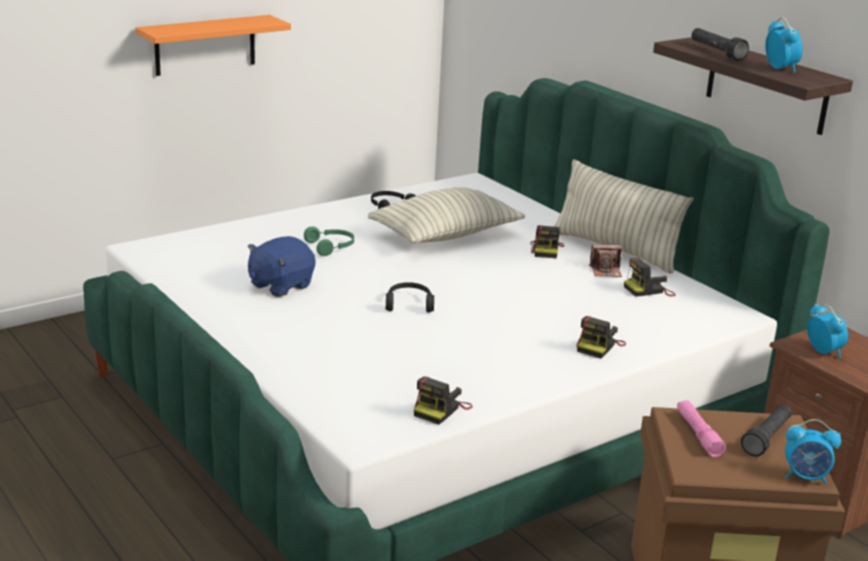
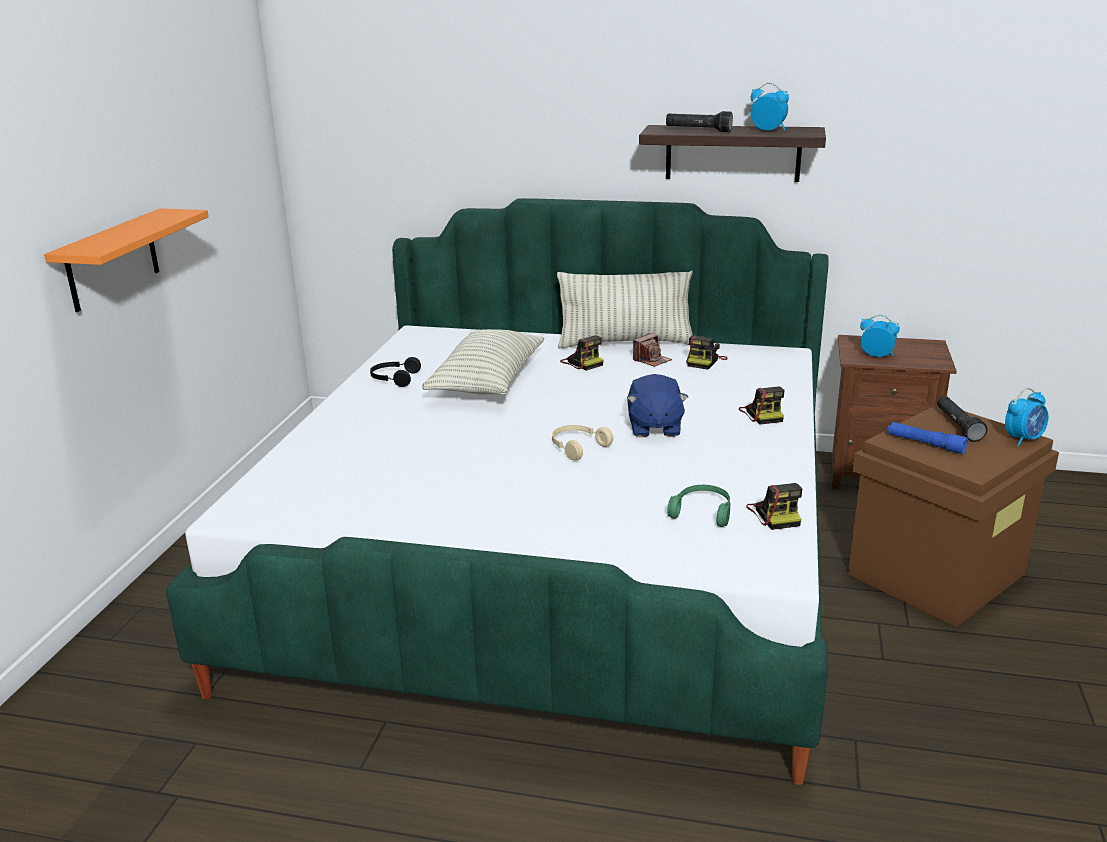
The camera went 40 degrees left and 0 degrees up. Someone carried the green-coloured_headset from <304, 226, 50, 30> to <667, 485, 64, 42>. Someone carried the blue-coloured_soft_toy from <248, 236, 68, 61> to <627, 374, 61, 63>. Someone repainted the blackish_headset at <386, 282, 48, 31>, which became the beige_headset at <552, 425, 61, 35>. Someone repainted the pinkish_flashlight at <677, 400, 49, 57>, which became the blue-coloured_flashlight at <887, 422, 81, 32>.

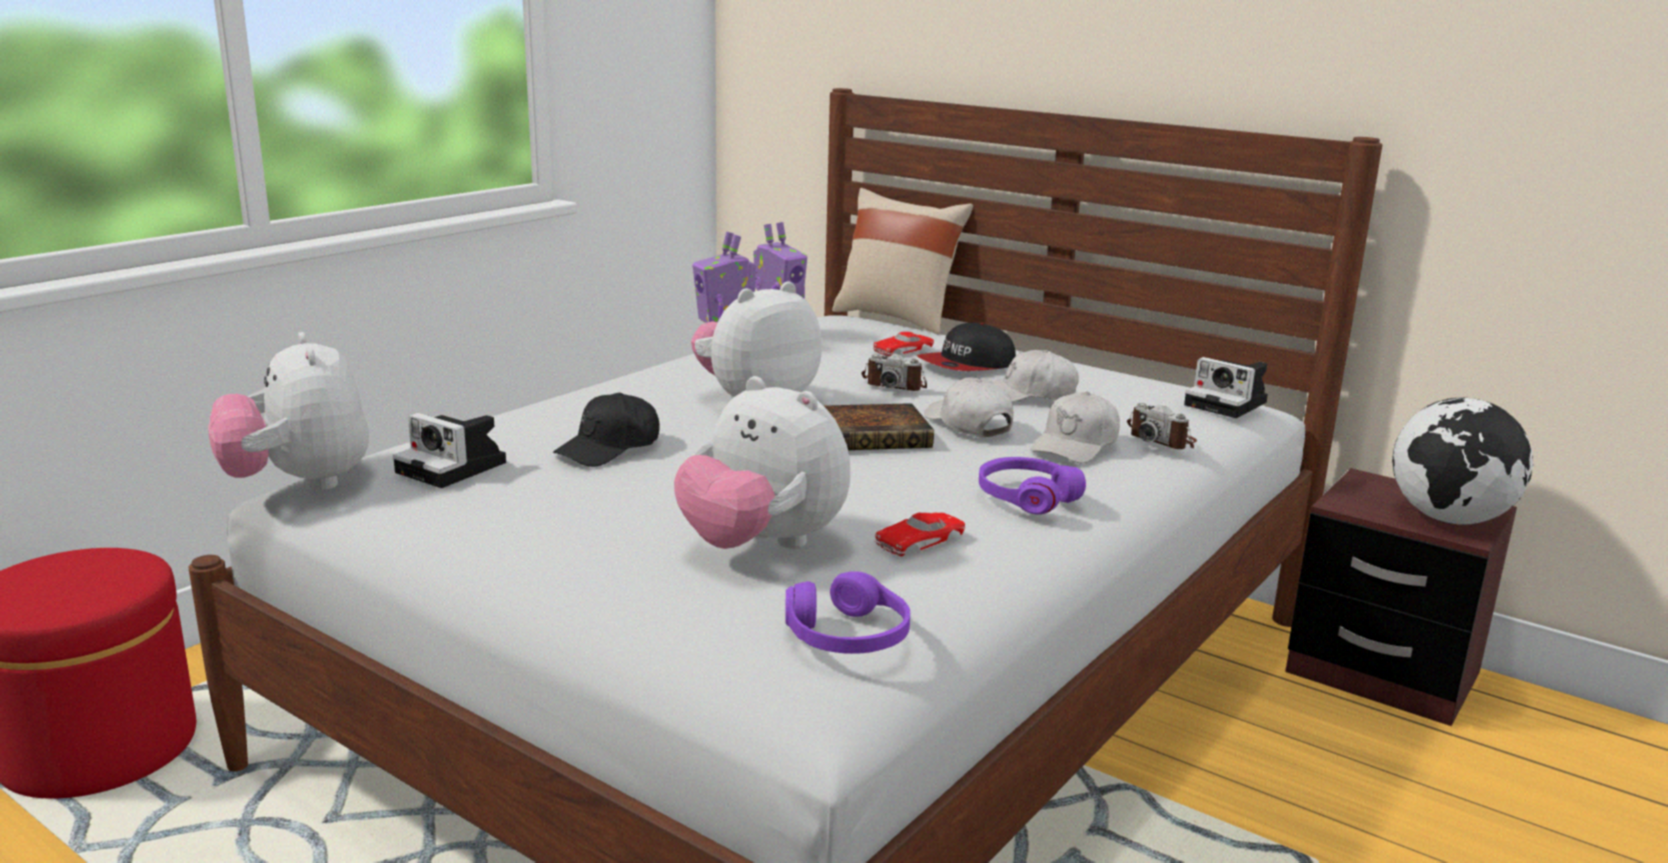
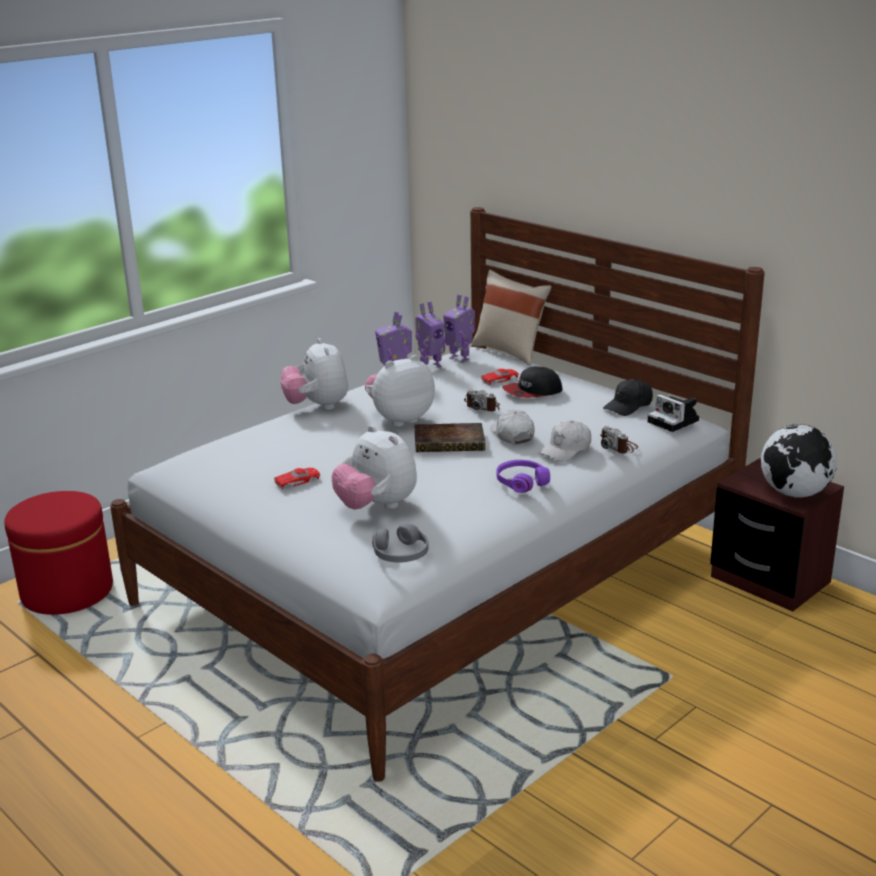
The camera went 10 degrees right and 5 degrees up. Someone carried the soft_toy from <208, 332, 161, 158> to <281, 338, 67, 72>. Someone took away the white-coloured_peaked_cap at <993, 350, 86, 52>. Someone carried the blackish_peaked_cap from <553, 393, 107, 74> to <603, 379, 50, 37>. Someone took away the photo_camera at <393, 413, 113, 75>. Someone carried the red-coloured_model_car from <875, 513, 90, 44> to <274, 468, 46, 21>. Someone repainted the purple_headset at <785, 571, 125, 83>, which became the greyish_headset at <372, 524, 57, 39>. Someone put down the toy_robot at <443, 294, 32, 69>.

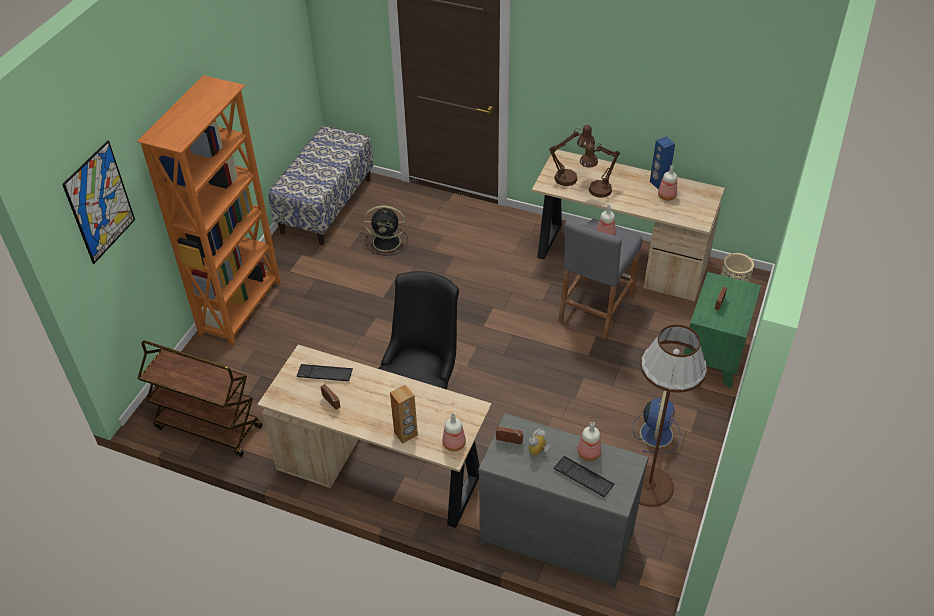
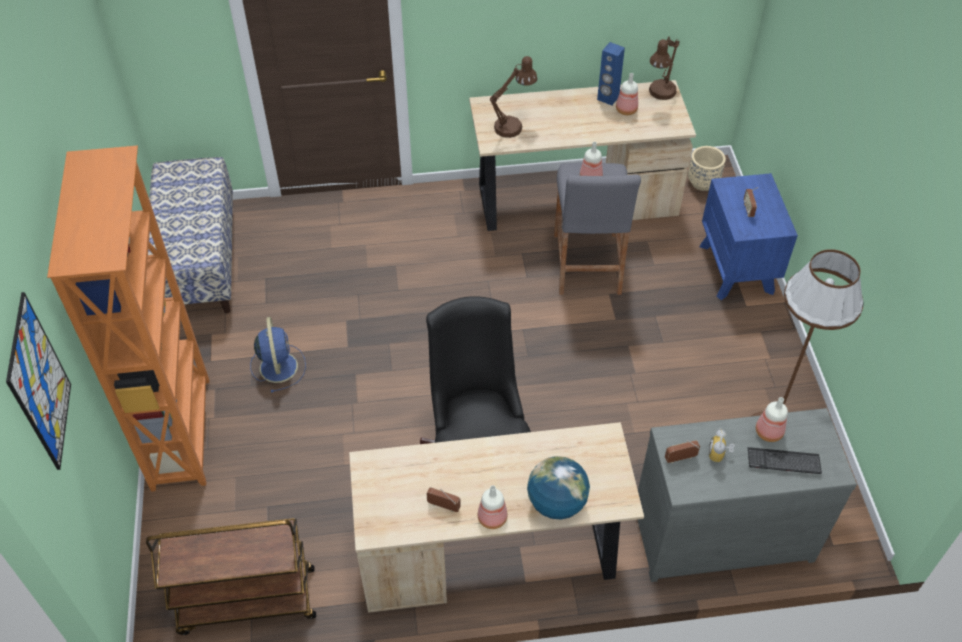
The camera went 30 degrees left and 5 degrees up. Someone carried the brown_lamp_for_a_table from <580, 143, 40, 55> to <649, 37, 31, 63>. Someone took away the blackish_electric_fan at <364, 206, 44, 50>. Someone repainted the green-coloured_night_table at <684, 272, 77, 116>, which became the blue-coloured_night_table at <700, 173, 98, 127>. Someone took away the computer_keyboard at <297, 364, 56, 18>. Someone swapped the brown_audio_speaker at <390, 385, 28, 59> for the desk_globe at <527, 456, 63, 64>. Someone carried the blue-coloured_electric_fan from <633, 391, 48, 63> to <250, 317, 56, 76>. Someone carried the drink_bottle from <442, 413, 24, 39> to <478, 485, 29, 44>.

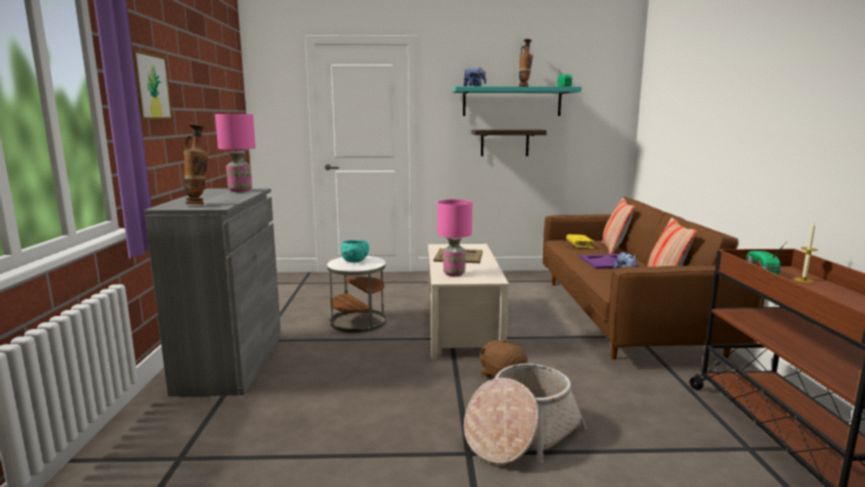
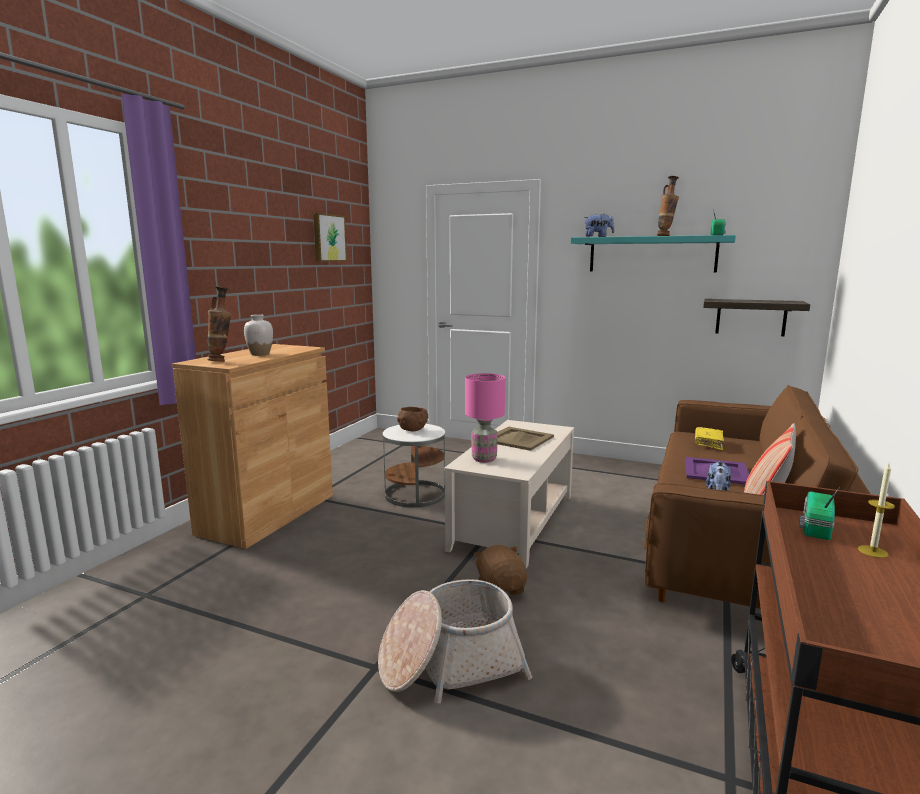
The camera went 25 degrees right and 0 degrees up. Someone carried the wall_art from <132, 50, 40, 69> to <313, 213, 34, 48>. Someone took away the pinkish_lamp_for_a_table at <215, 114, 41, 78>. Someone carried the wall_shelf from <471, 129, 76, 27> to <703, 299, 107, 37>. Someone repainted the greyish_cupboard at <144, 188, 137, 208>, which became the brown_cupboard at <172, 344, 161, 205>. Someone took away the cushion at <602, 198, 33, 57>. Someone repainted the turquoise-coloured_bowl at <341, 240, 28, 22>, which became the brown_bowl at <397, 407, 31, 24>. Someone put down the white-coloured_vase at <244, 314, 29, 42>.

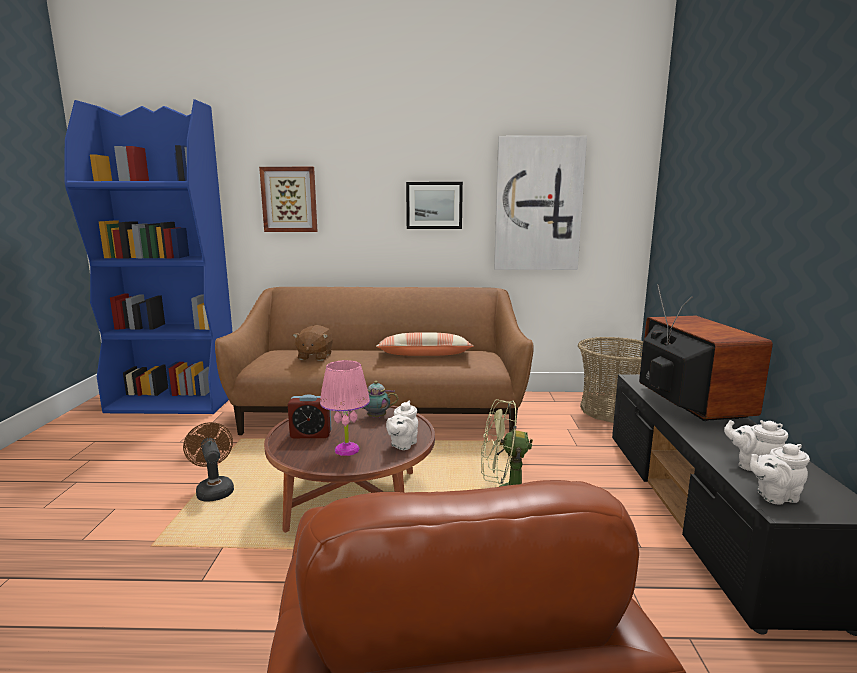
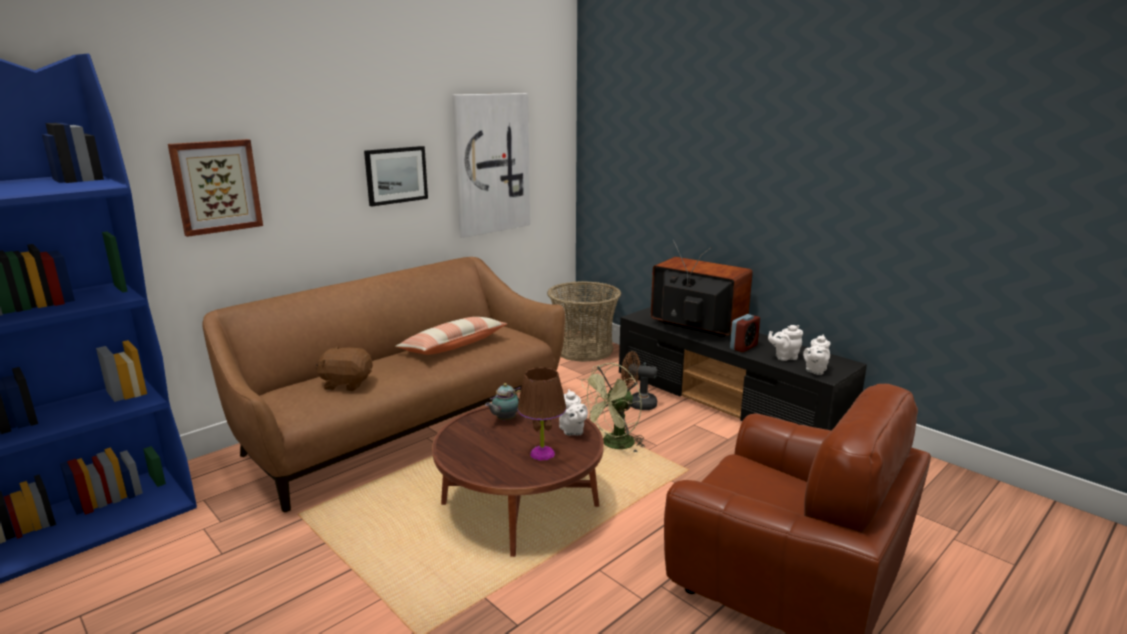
The camera went 45 degrees left and 5 degrees up. Someone rotated the brown_soft_toy at <293, 325, 40, 36> by 135 degrees clockwise. Someone repainted the pinkish_lamp_for_a_table at <320, 360, 50, 96>, which became the brown_lamp_for_a_table at <518, 367, 48, 94>. Someone carried the alarm_clock from <288, 394, 43, 44> to <730, 314, 30, 38>. Someone carried the brown_electric_fan from <183, 422, 51, 80> to <621, 351, 36, 59>.

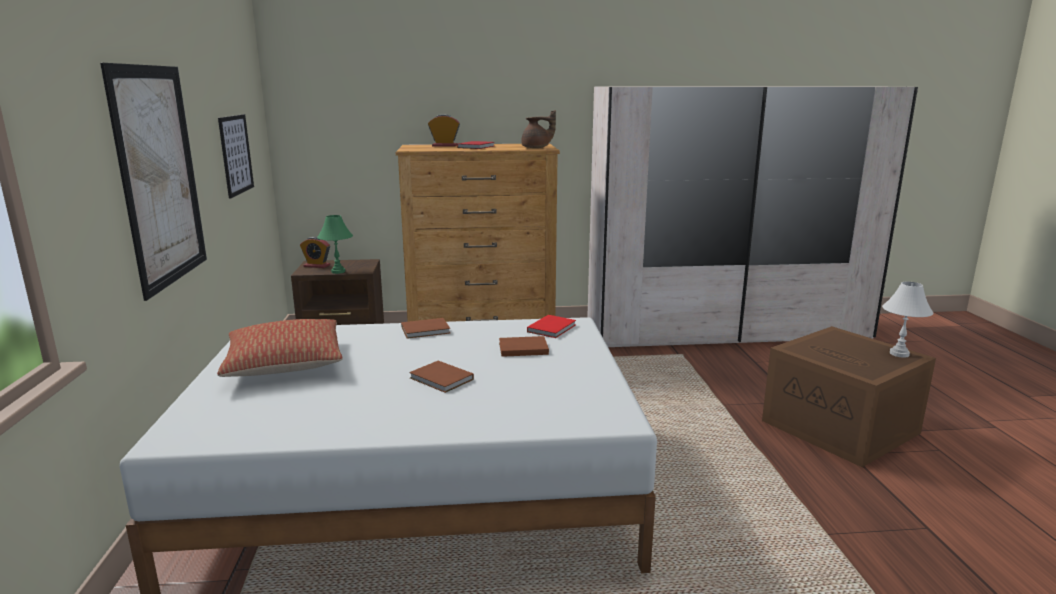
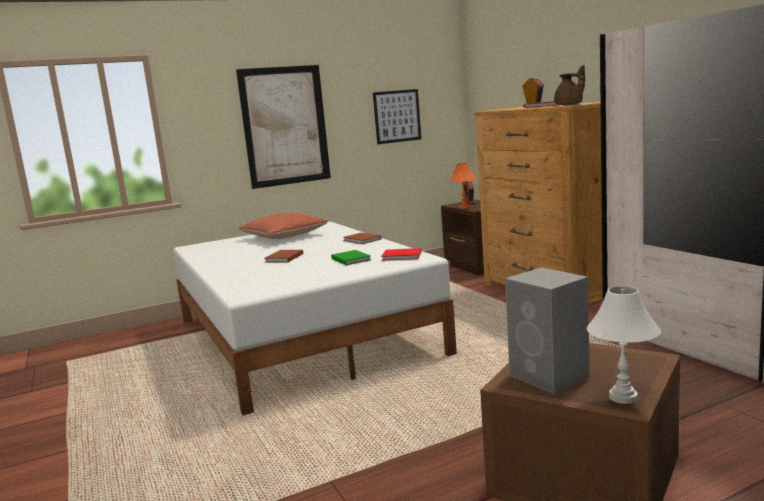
The camera went 70 degrees right and 5 degrees down. Someone repainted the green-coloured_lamp_for_a_table at <317, 215, 36, 59>, which became the orange-coloured_lamp_for_a_table at <450, 163, 26, 46>. Someone repainted the brown_bound_book at <499, 336, 50, 21>, which became the green-coloured_bound_book at <331, 250, 40, 15>. Someone put down the greyish_audio_speaker at <505, 267, 85, 127>.

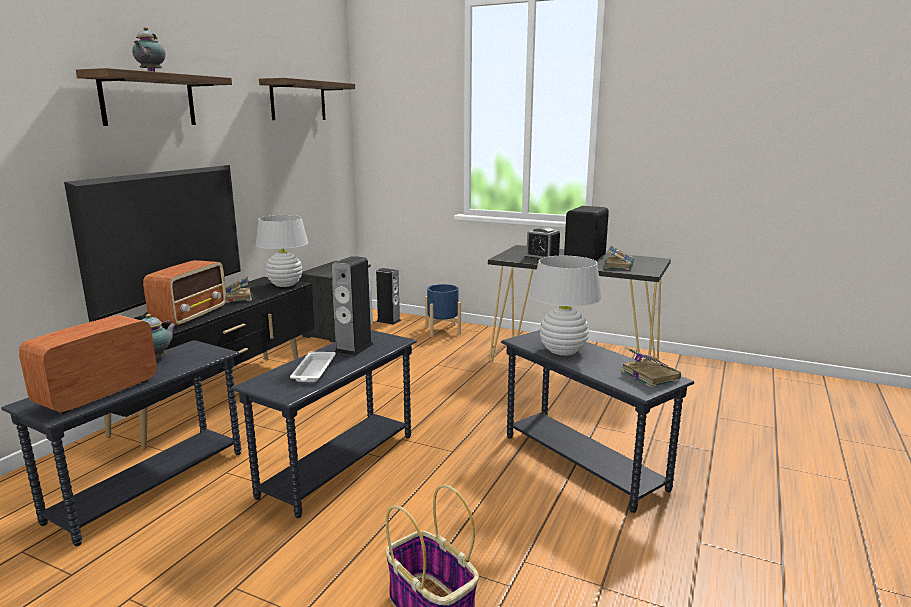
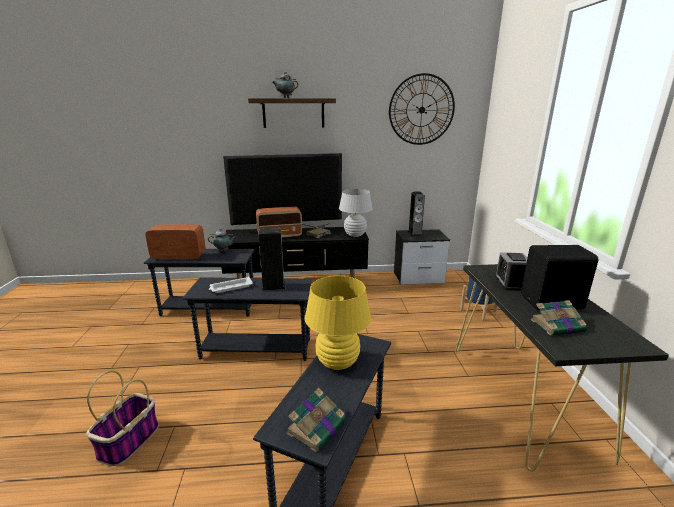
The camera went 60 degrees right and 5 degrees up. Someone swapped the wall_shelf at <259, 78, 96, 42> for the wall_clock at <389, 73, 66, 72>. Someone repainted the white-coloured_lamp_for_a_table at <530, 255, 72, 101>, which became the yellowish_lamp_for_a_table at <305, 276, 66, 94>. Someone carried the audio_speaker from <376, 268, 25, 57> to <408, 191, 17, 45>.

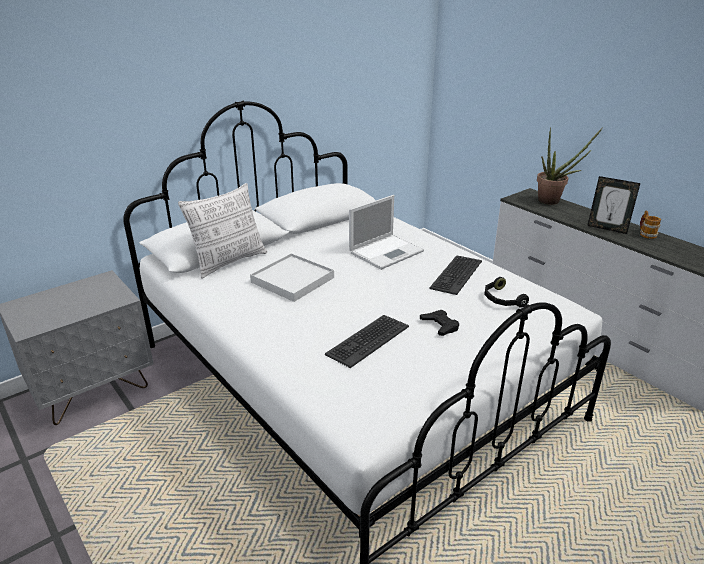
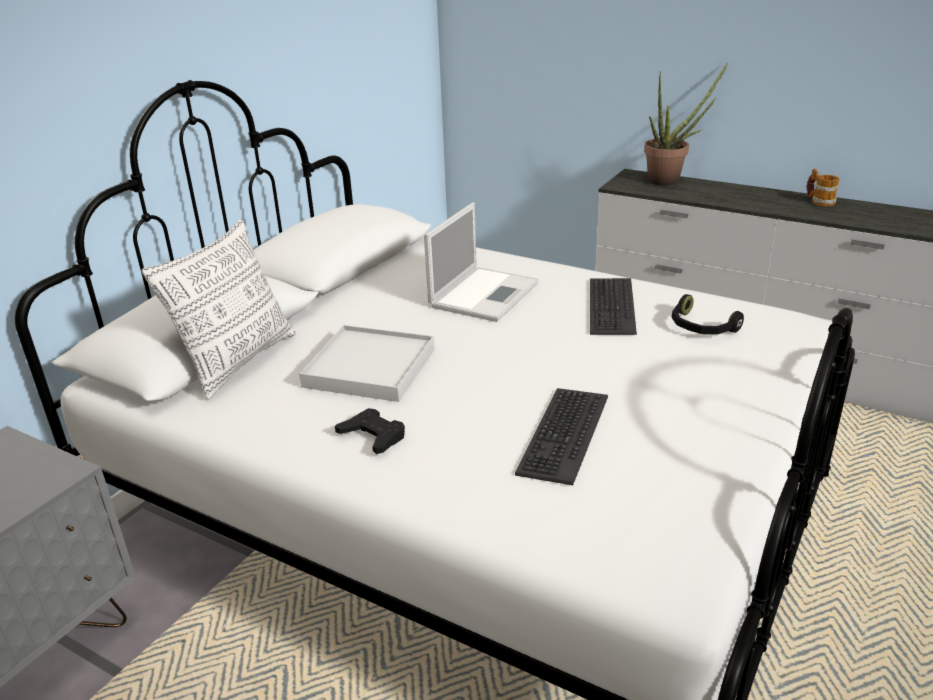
The camera went 20 degrees left and 0 degrees up. Someone took away the picture_frame at <587, 176, 54, 58>. Someone carried the blackish_gamepad from <420, 310, 39, 26> to <335, 408, 70, 46>.

